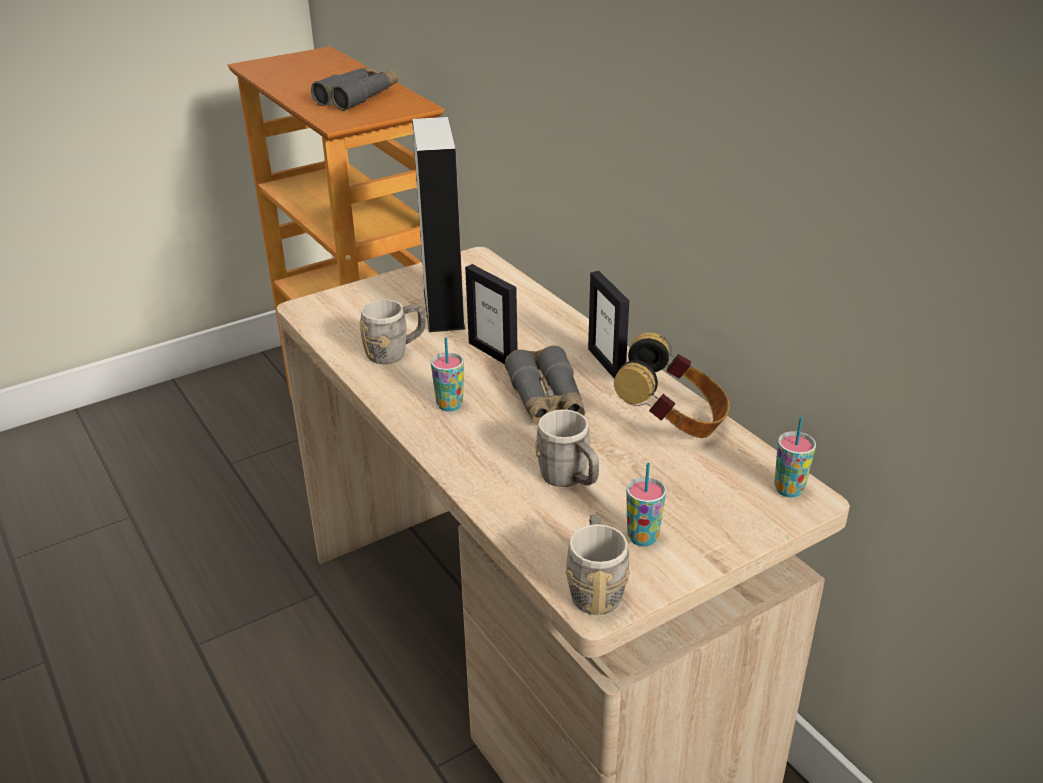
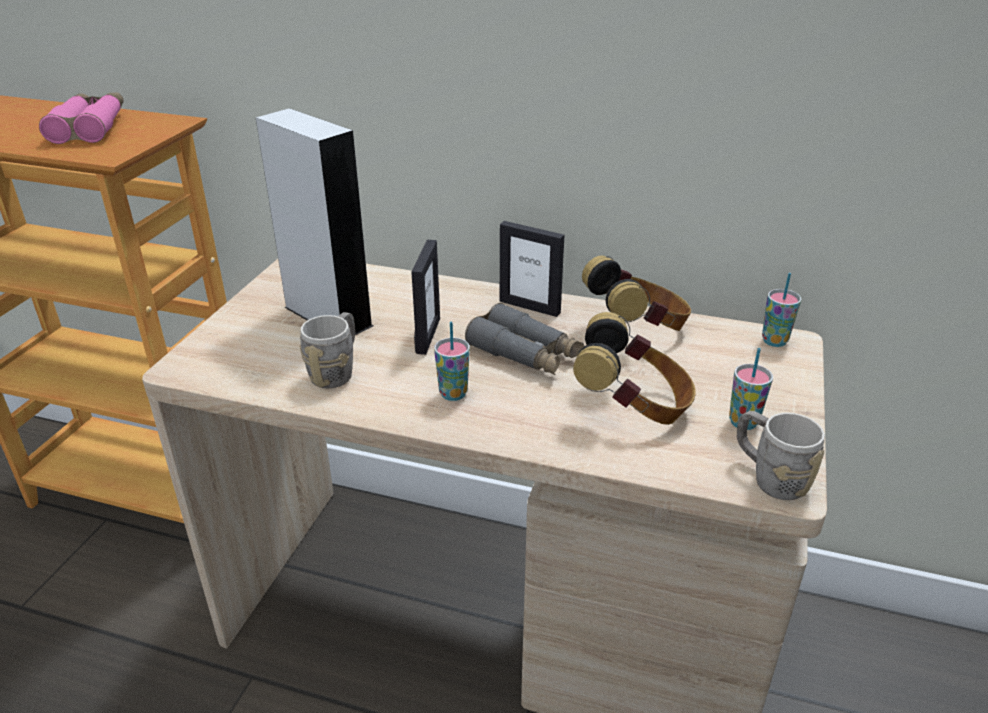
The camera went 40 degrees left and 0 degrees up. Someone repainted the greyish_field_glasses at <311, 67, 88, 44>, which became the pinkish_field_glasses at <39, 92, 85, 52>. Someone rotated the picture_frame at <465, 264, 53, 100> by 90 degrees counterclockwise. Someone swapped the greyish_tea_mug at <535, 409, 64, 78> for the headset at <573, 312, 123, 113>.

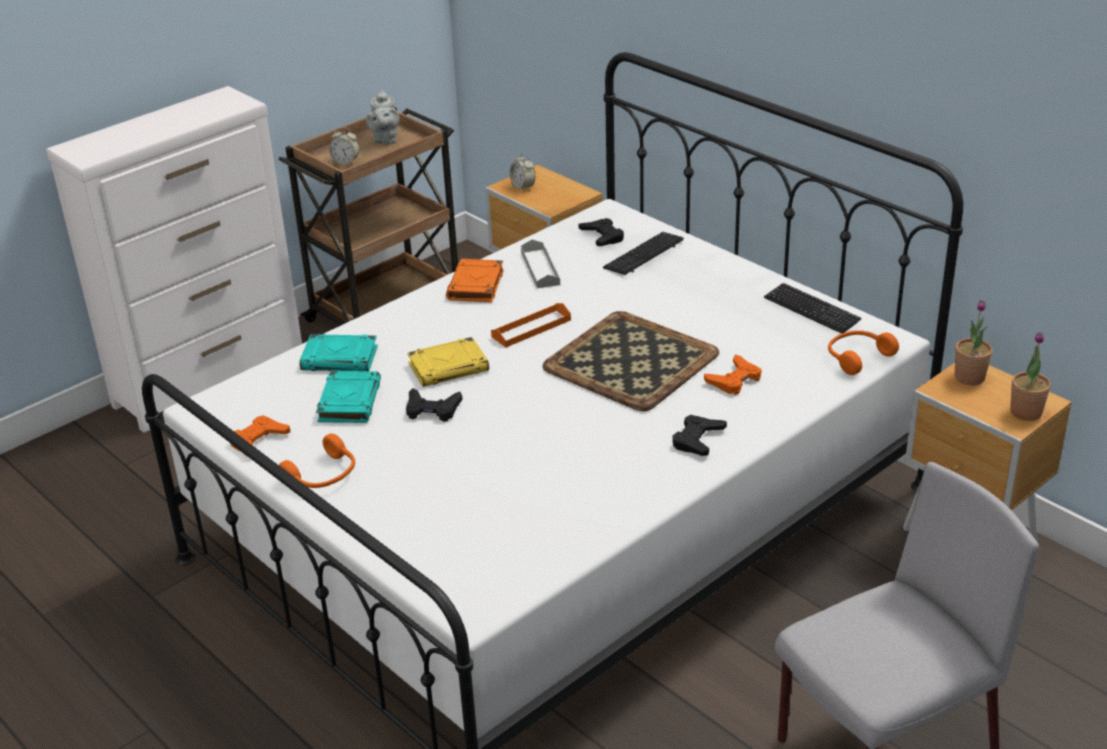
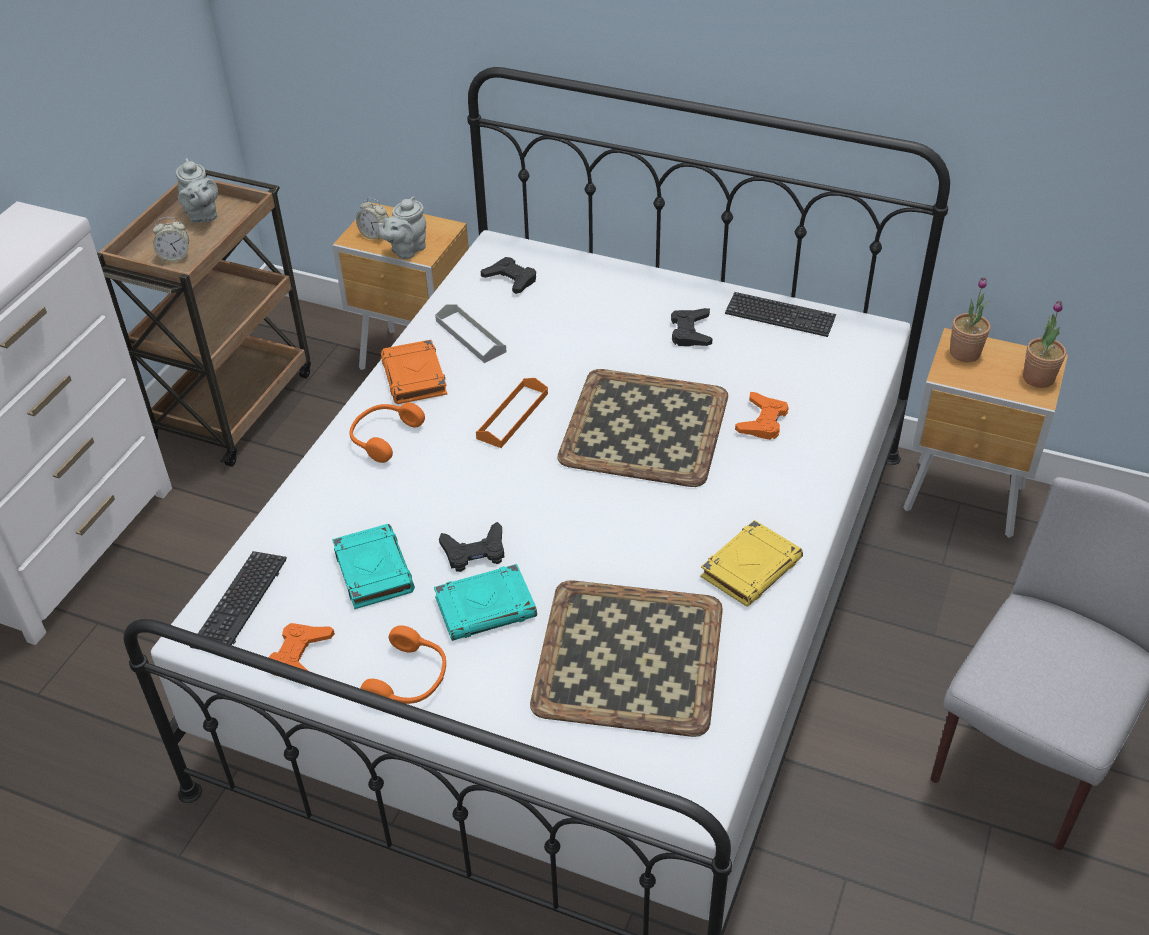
The camera went 25 degrees left and 10 degrees up. Someone carried the computer_keyboard from <603, 232, 81, 43> to <190, 551, 97, 99>. Someone carried the orange-coloured_headset from <828, 330, 71, 45> to <349, 403, 76, 60>. Someone carried the turquoise-coloured_bound_book from <300, 334, 78, 37> to <434, 564, 103, 77>. Someone carried the yellowish_bound_book from <407, 337, 82, 50> to <700, 520, 103, 87>. Someone carried the blackish_gamepad from <672, 415, 55, 41> to <671, 308, 41, 38>. Someone put down the greyish_tea_pot at <378, 197, 48, 62>. Someone put down the carrying_tray at <530, 580, 193, 157>.

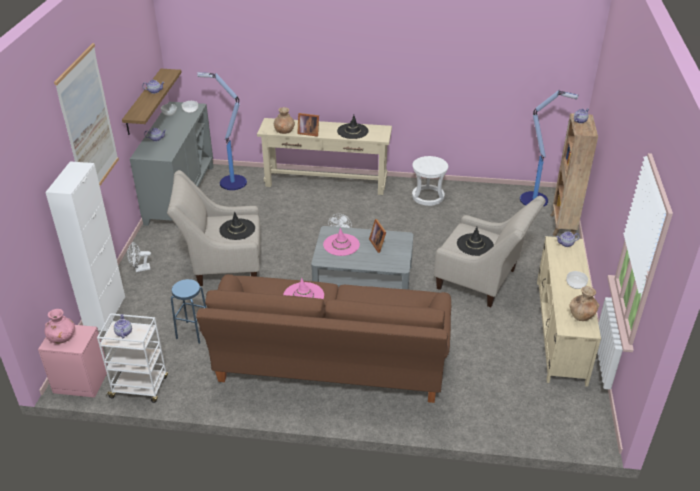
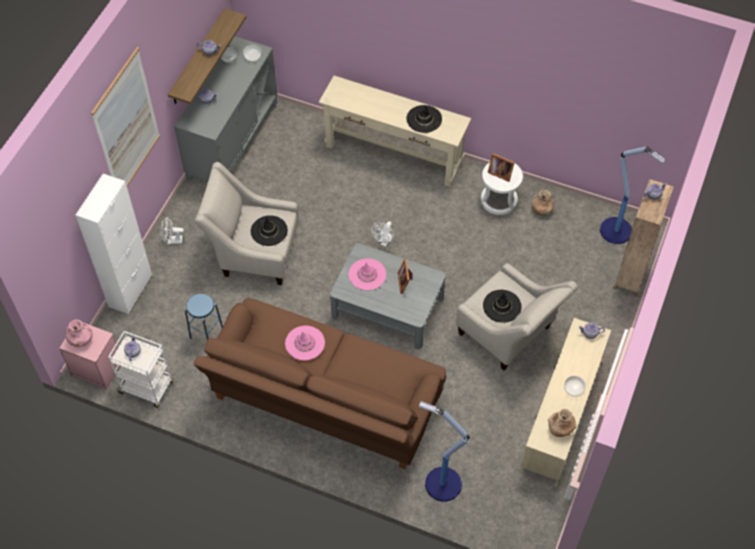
The camera went 15 degrees right and 20 degrees up. Someone carried the standing_lamp from <197, 72, 50, 118> to <419, 401, 50, 101>. Someone carried the brown_vase from <274, 107, 21, 27> to <531, 190, 23, 25>. Someone carried the picture_frame from <297, 113, 22, 24> to <488, 153, 27, 29>.

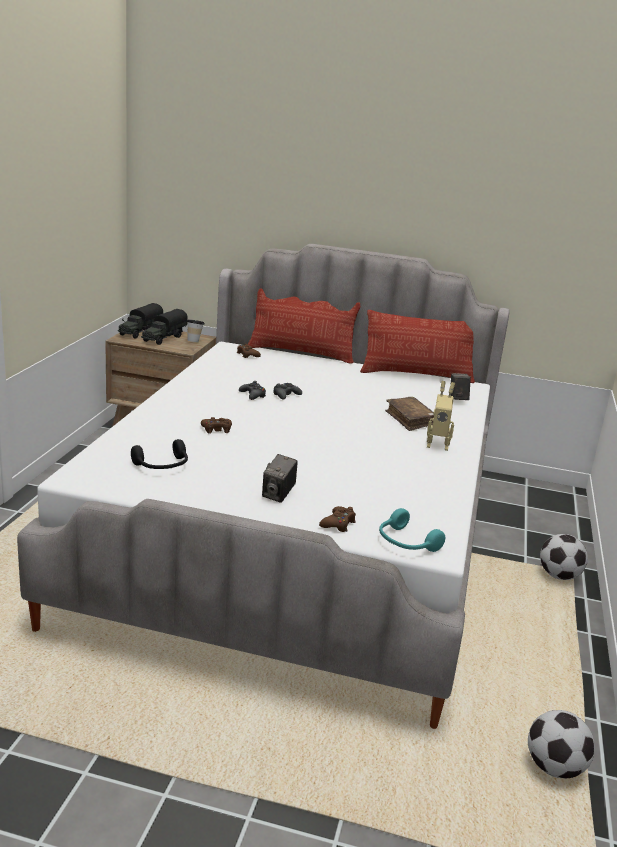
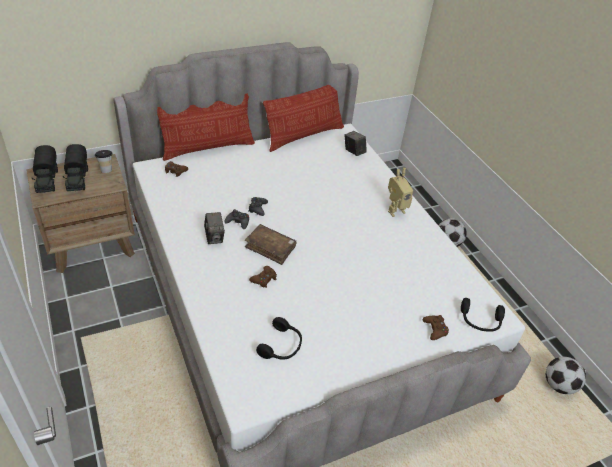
The camera went 40 degrees left and 20 degrees up. Someone carried the brown_bound_book from <385, 397, 49, 34> to <245, 224, 51, 41>. Someone carried the photo_camera from <262, 454, 35, 49> to <204, 212, 21, 32>. Someone repainted the turquoise-coloured_headset at <379, 508, 66, 44>, which became the blackish_headset at <461, 298, 44, 34>.

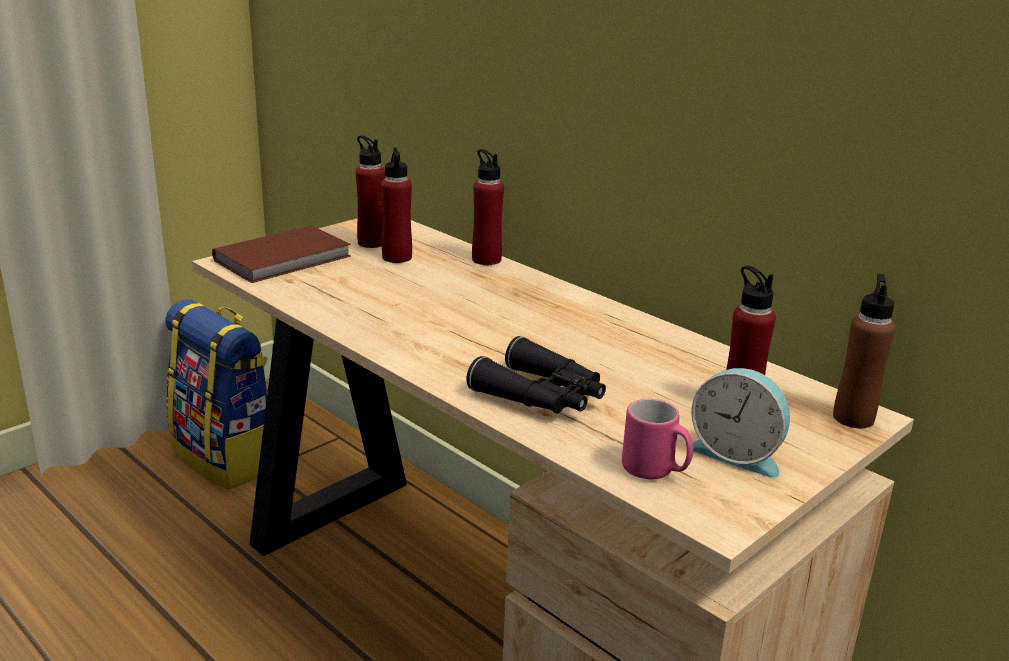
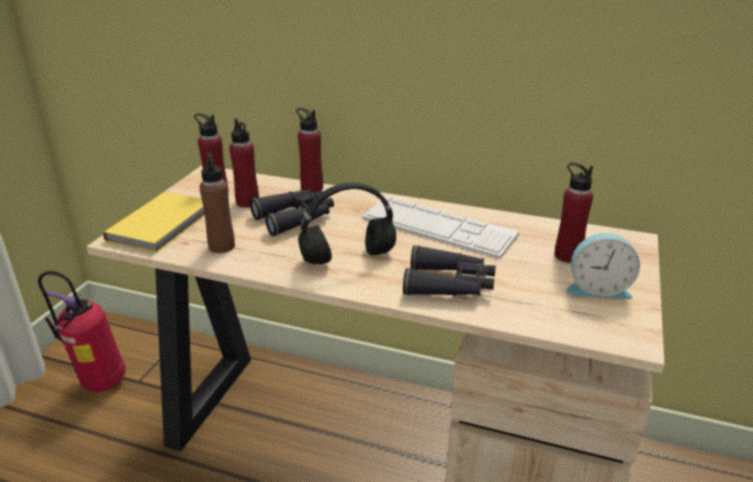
The camera went 25 degrees left and 5 degrees up. Someone repainted the brown_bound_book at <212, 225, 139, 58>, which became the yellowish_bound_book at <103, 192, 102, 61>. Someone carried the brown_drink_bottle from <833, 274, 62, 154> to <200, 152, 35, 101>. Someone swapped the rucksack at <165, 300, 103, 190> for the extinguisher at <38, 271, 88, 121>. Someone took away the pinkish_tea_mug at <622, 399, 72, 80>. Someone put down the blackish_headset at <298, 183, 98, 82>. Someone put down the blackish_field_glasses at <250, 189, 84, 47>. Someone put down the computer_keyboard at <363, 196, 156, 63>.

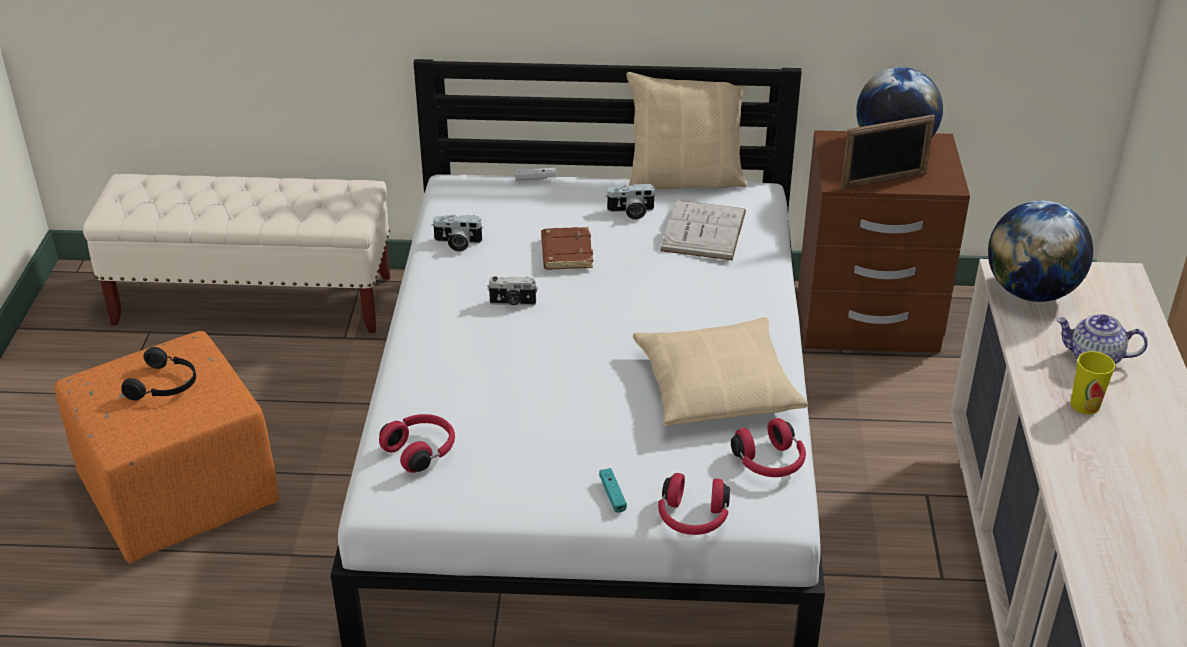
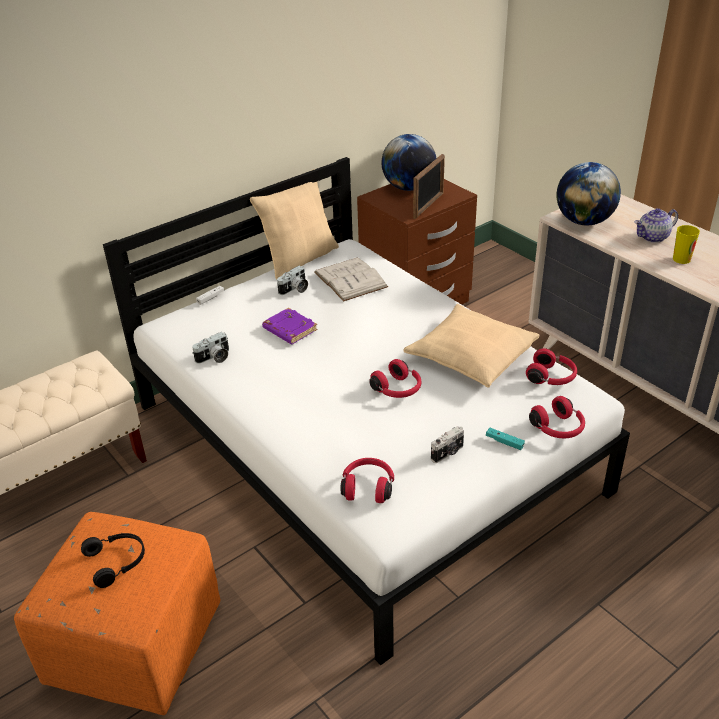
The camera went 40 degrees left and 0 degrees up. Someone repainted the brown_bound_book at <541, 227, 52, 43>, which became the purple_bound_book at <262, 308, 56, 36>. Someone carried the photo_camera from <487, 276, 51, 30> to <431, 426, 33, 37>. Someone put down the red-coloured_headset at <369, 359, 52, 39>.

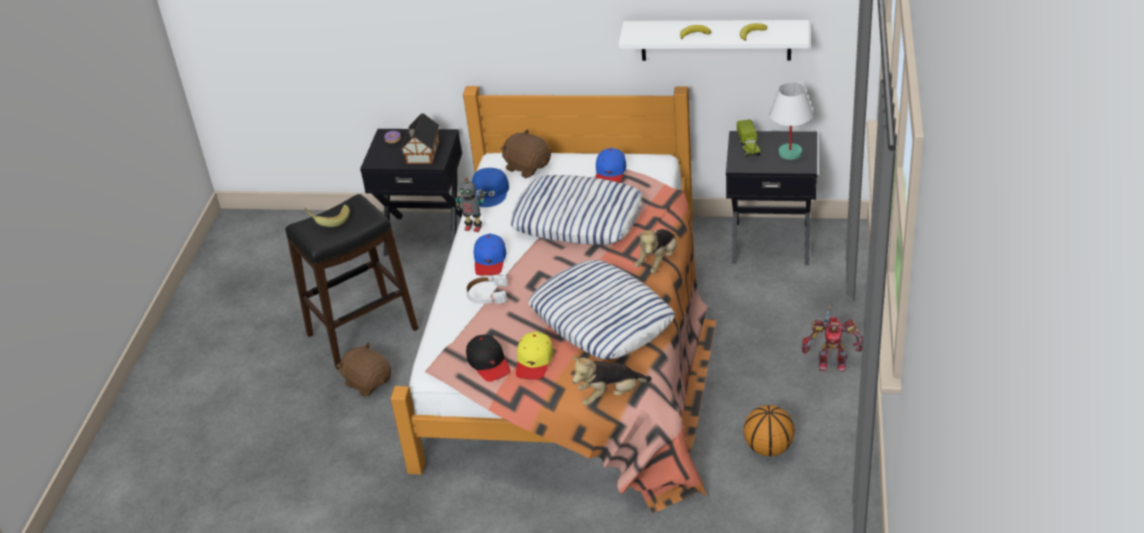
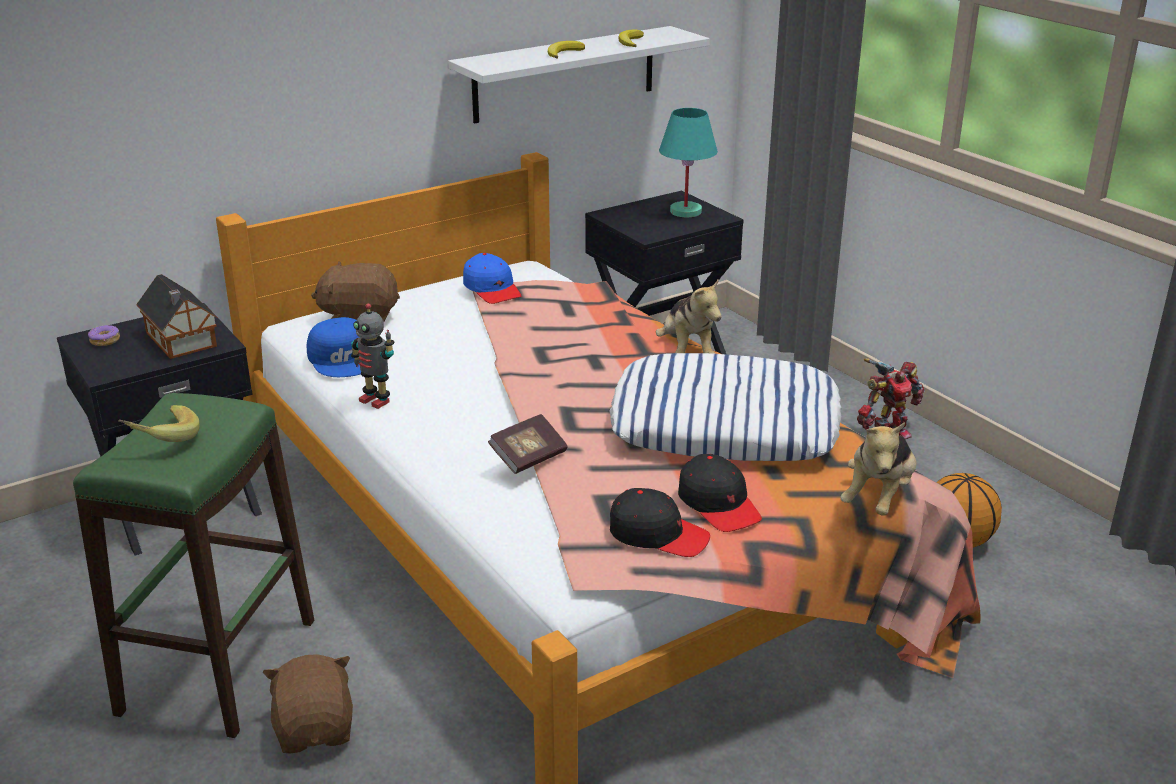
The camera went 45 degrees left and 10 degrees down. Someone repainted the white-coloured_lamp_for_a_table at <770, 83, 43, 77>, which became the turquoise-coloured_lamp_for_a_table at <659, 108, 59, 109>. Someone took away the model_truck at <737, 119, 23, 39>. Someone took away the cushion at <510, 175, 133, 70>. Someone rotated the toy_robot at <455, 177, 29, 55> by 60 degrees clockwise. Someone repainted the blackish_sitting_stool at <285, 194, 133, 176>, which became the green-coloured_sitting_stool at <73, 393, 241, 345>. Someone took away the blue-coloured_peaked_cap at <474, 234, 32, 42>. Someone swapped the white-coloured_headset at <466, 274, 42, 30> for the bound_book at <488, 414, 80, 60>. Someone repainted the yellowish_peaked_cap at <516, 331, 38, 49>, which became the blackish_peaked_cap at <678, 454, 84, 78>. Someone rotated the brown_soft_toy at <336, 342, 55, 55> by 75 degrees clockwise.

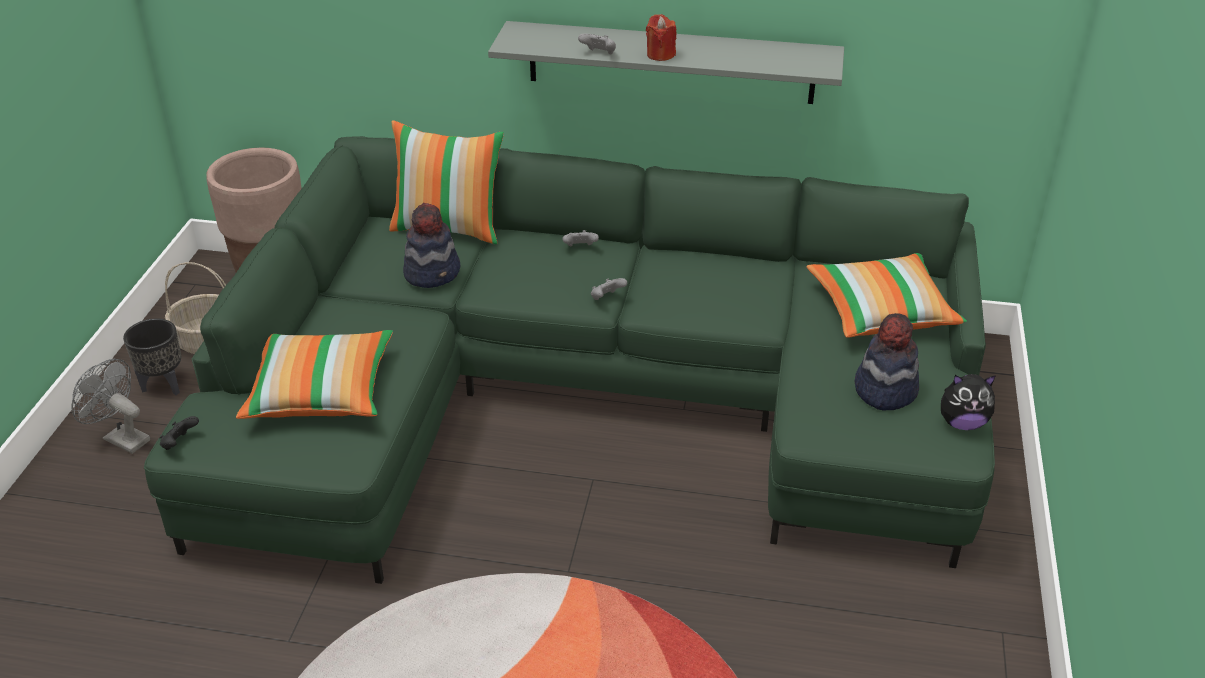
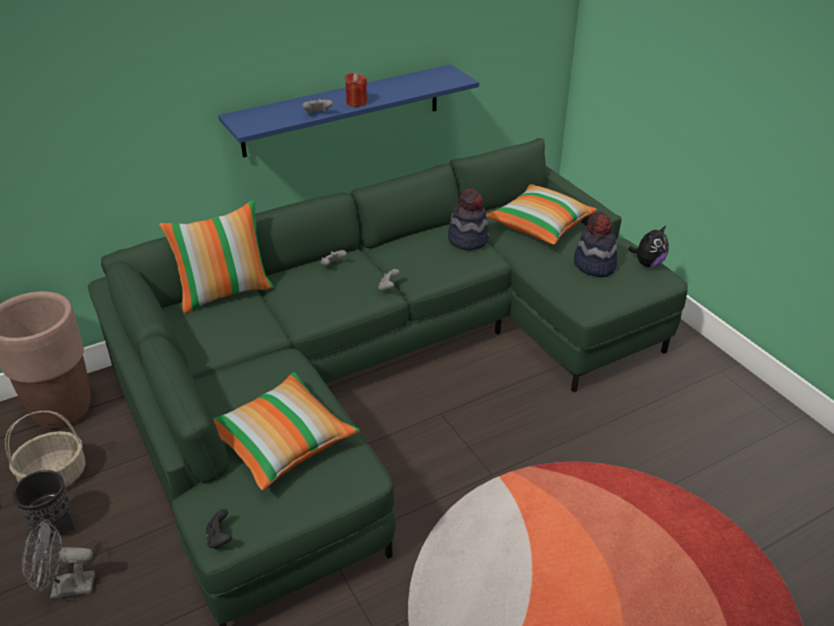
The camera went 40 degrees left and 0 degrees up. Someone repainted the greyish_wall_shelf at <488, 21, 356, 83>, which became the blue-coloured_wall_shelf at <218, 64, 261, 94>. Someone carried the clothing_hat from <403, 203, 57, 85> to <448, 189, 41, 61>.

